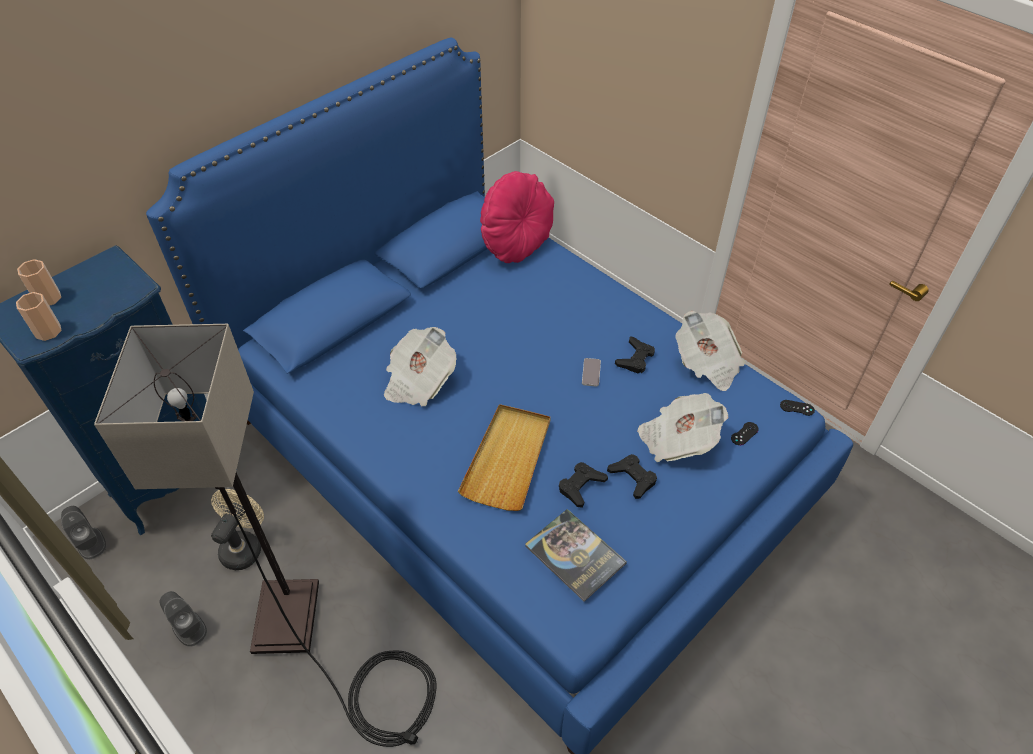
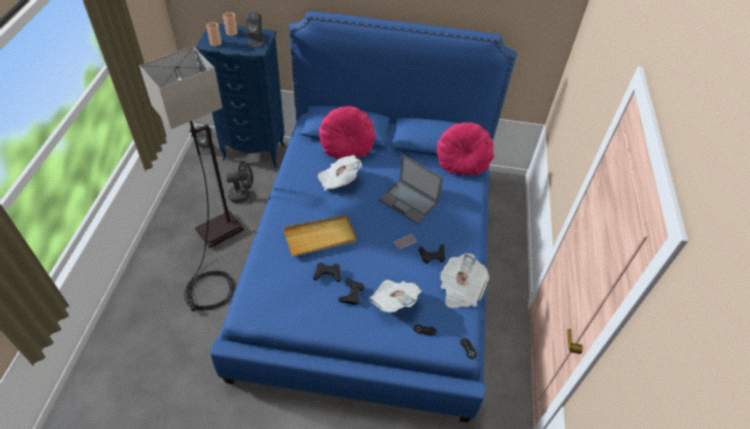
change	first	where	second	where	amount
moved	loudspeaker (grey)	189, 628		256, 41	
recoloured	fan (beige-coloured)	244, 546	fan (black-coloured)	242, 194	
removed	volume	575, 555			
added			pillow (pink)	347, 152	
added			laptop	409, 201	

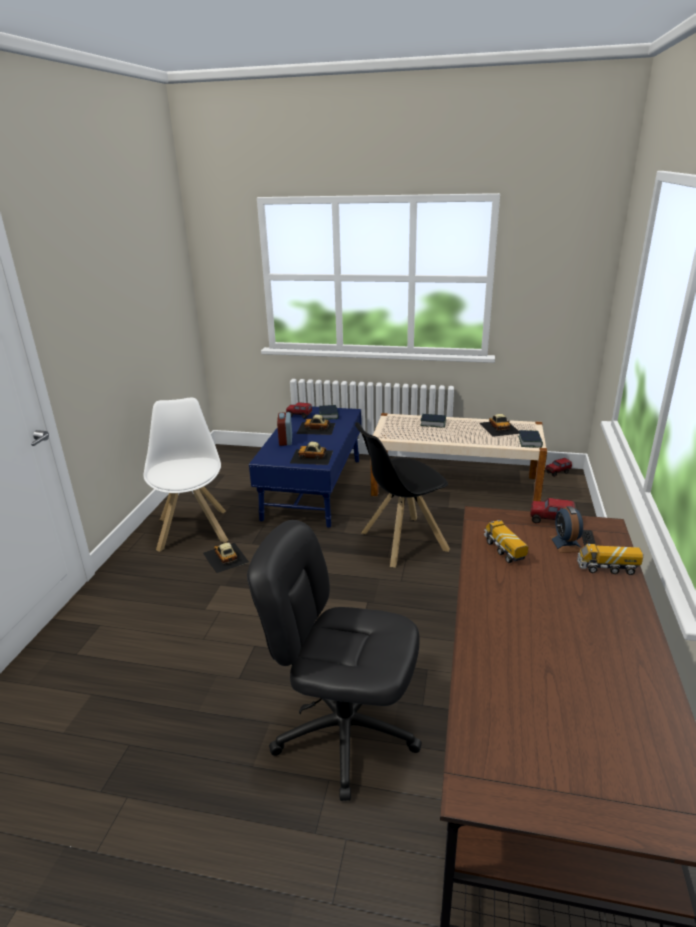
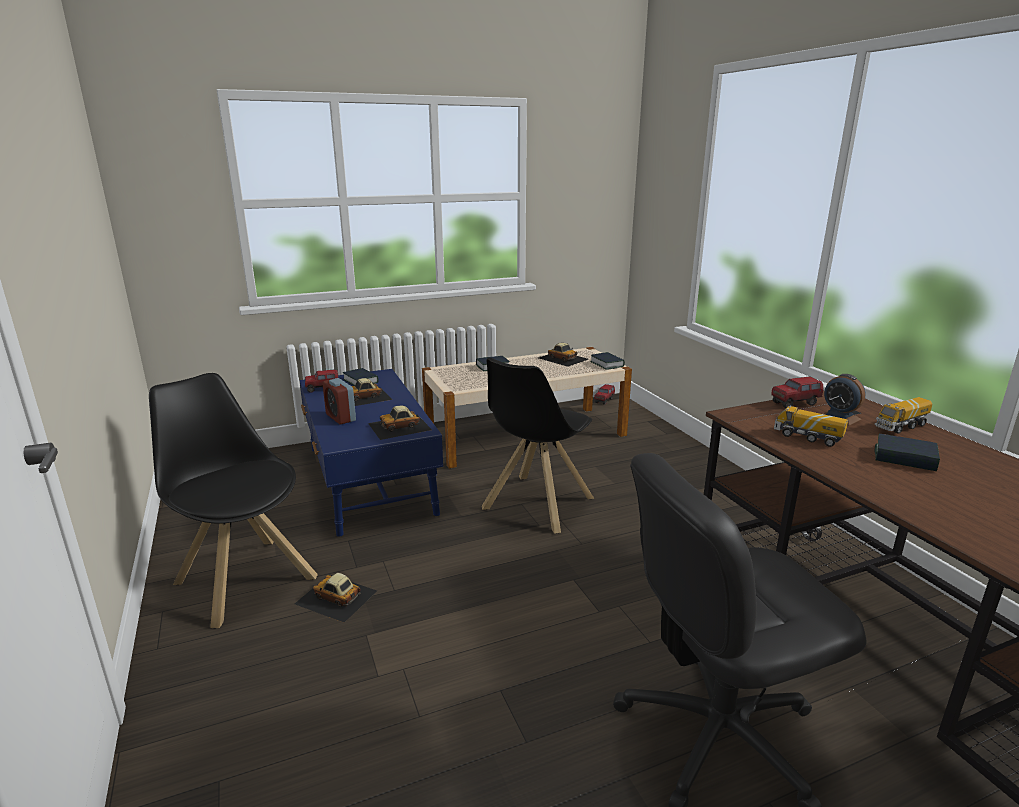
change	first	where	second	where	amount
recoloured	upright chair (white-coloured)	193, 528	upright chair (black-coloured)	244, 578	
added			volume	904, 458	

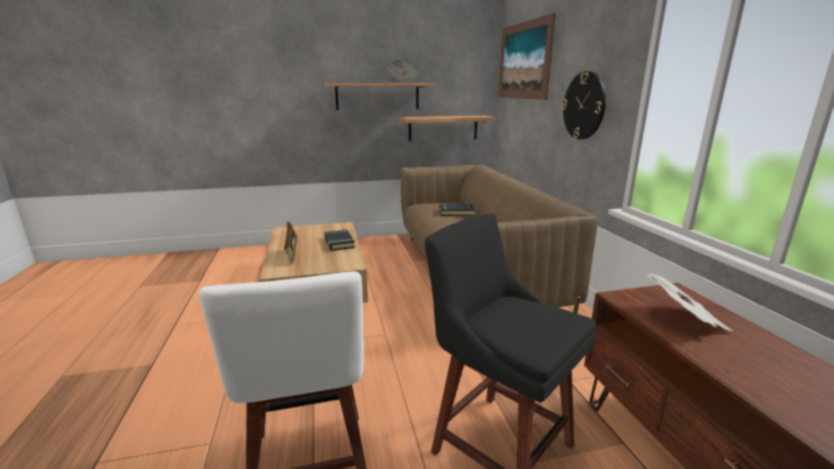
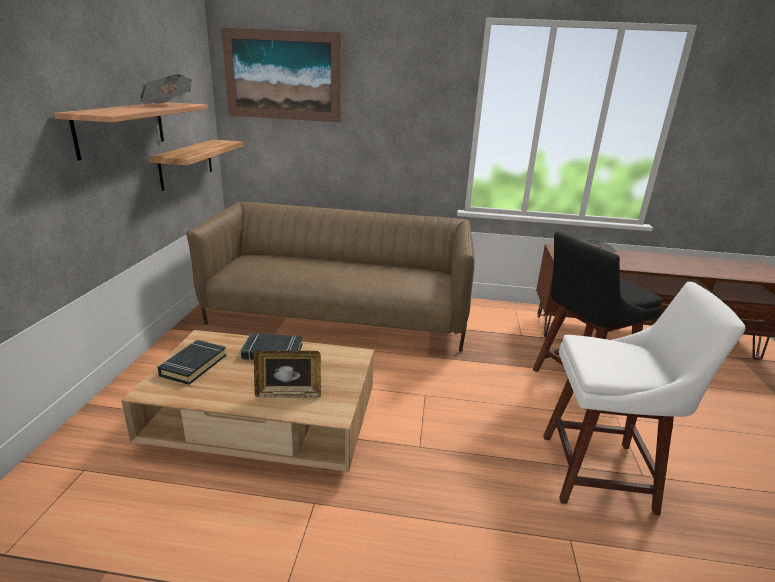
change	first	where	second	where	amount
moved	volume (black-coloured)	456, 212		193, 365	
removed	wall clock	584, 106			

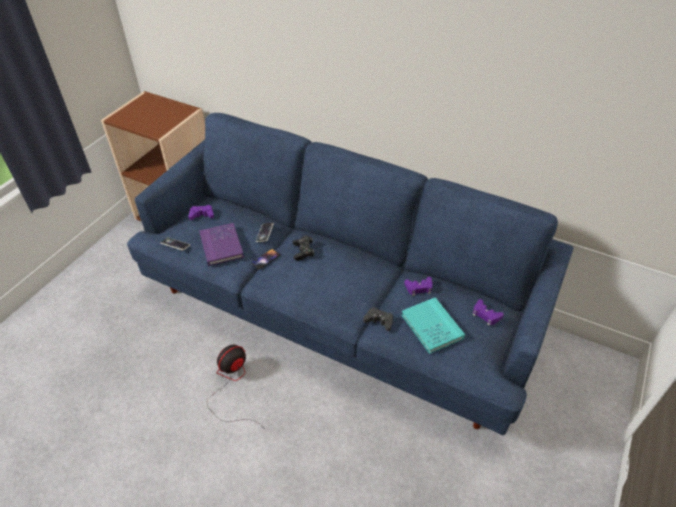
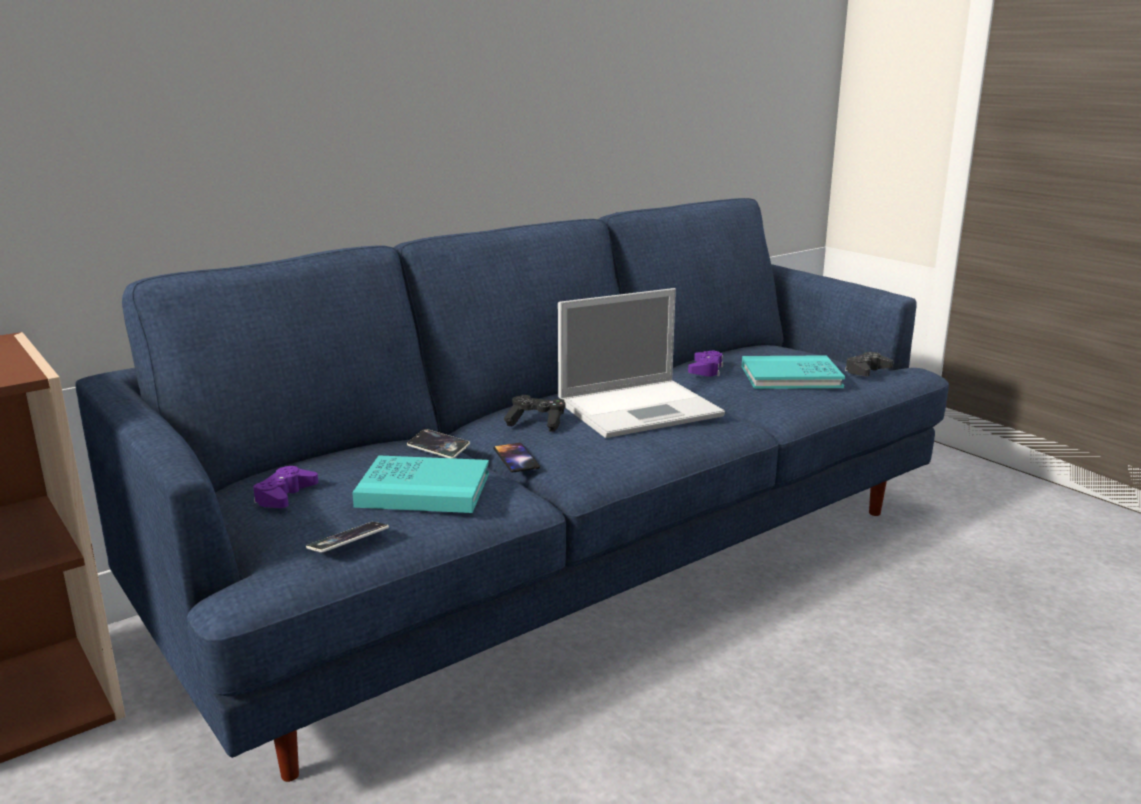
change	first	where	second	where	amount
recoloured	volume (purple-coloured)	221, 246	volume (blue-green)	423, 490	
removed	fan	232, 385			
moved	game controller (black-coloured)	379, 321		867, 371	
removed	game controller (purple-coloured)	485, 315			
added			laptop	642, 408	

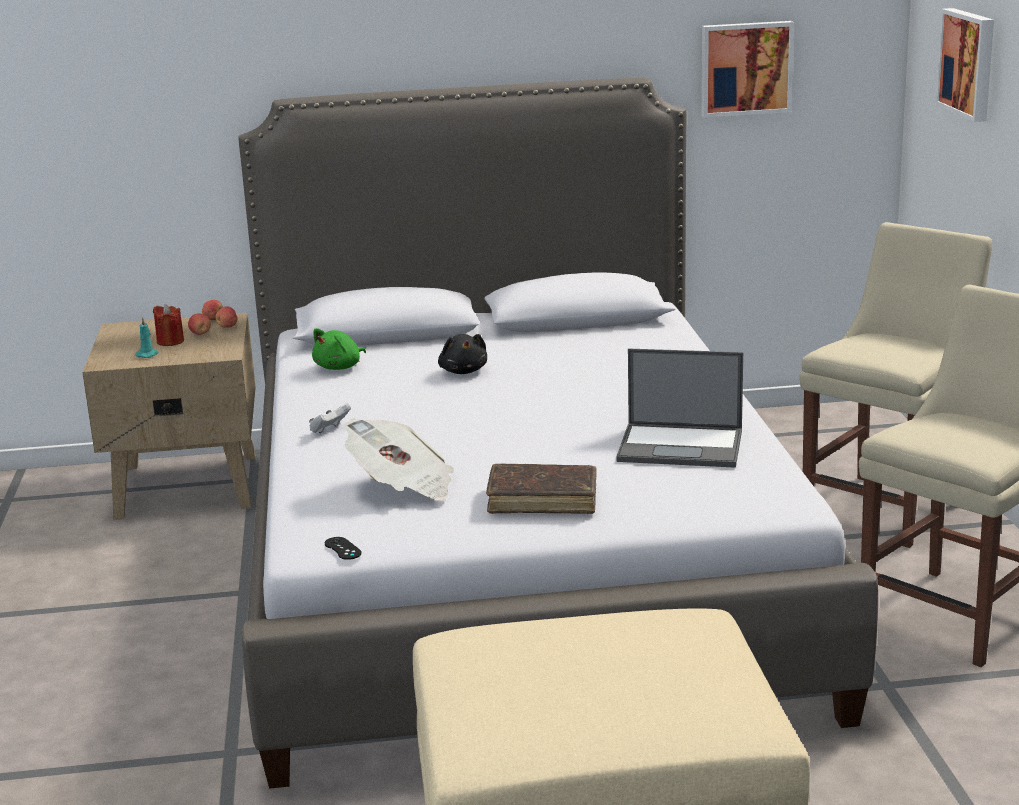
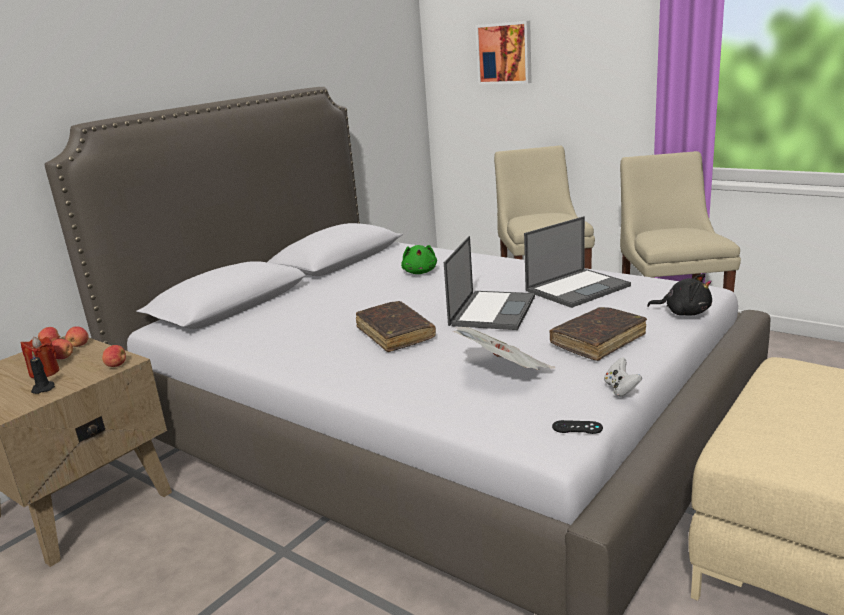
change	first	where	second	where	amount
recoloured	candle (blue-green)	148, 354	candle (black-coloured)	43, 388	
moved	game controller (white-coloured)	329, 430		621, 389	
moved	cuddly toy (green)	340, 367		420, 272	
moved	cuddly toy (black-coloured)	463, 371		684, 313	
removed	picture	745, 68			
added			whole apple	116, 365	
added			volume (brown-coloured)	395, 334	
added			laptop	492, 310	

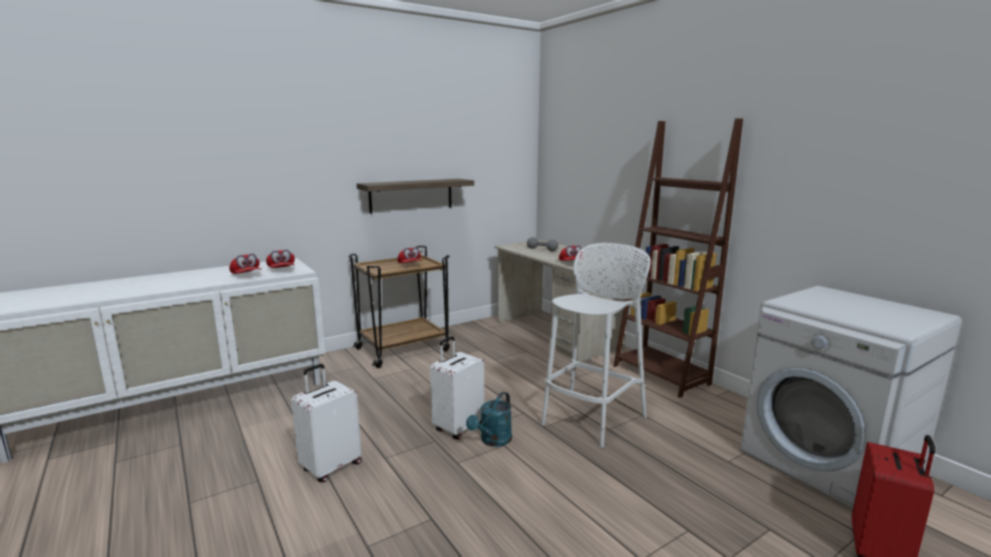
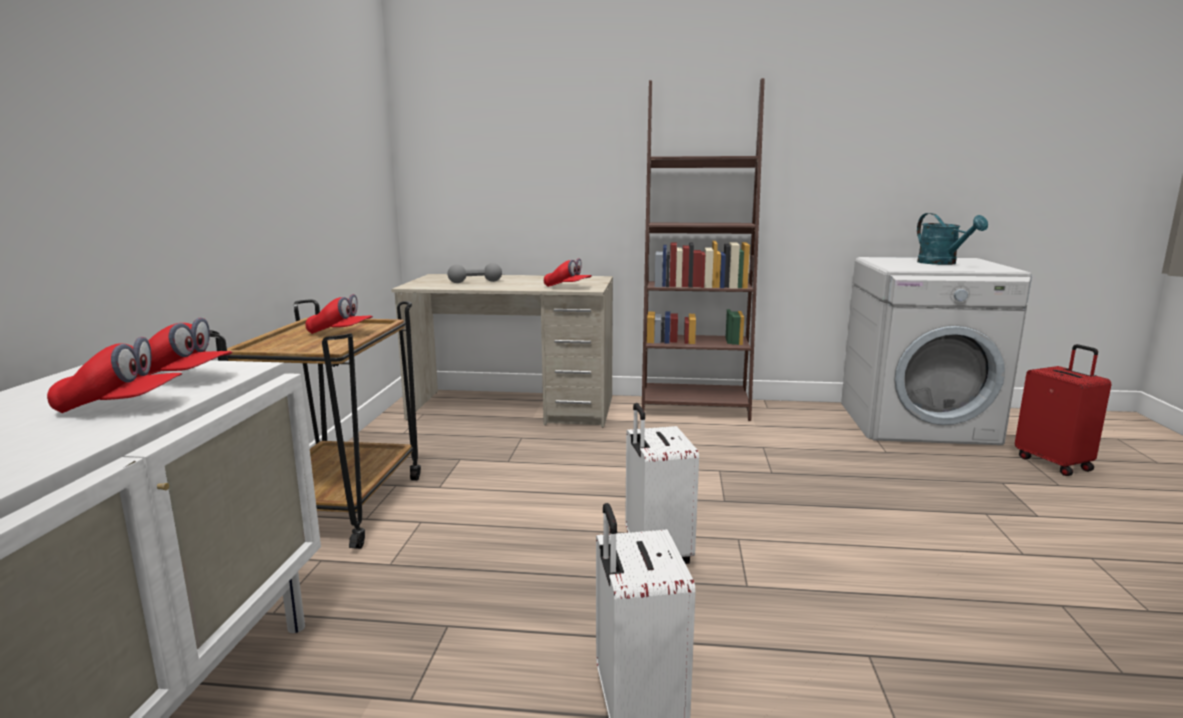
change	first	where	second	where	amount
removed	shelf	411, 195			
moved	watering pot (blue-green)	493, 441		942, 263	
removed	stool (white-coloured)	591, 418			

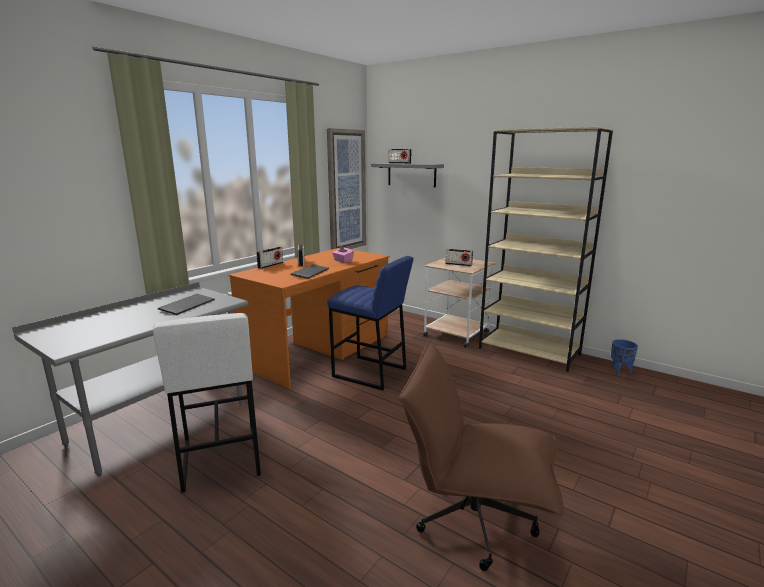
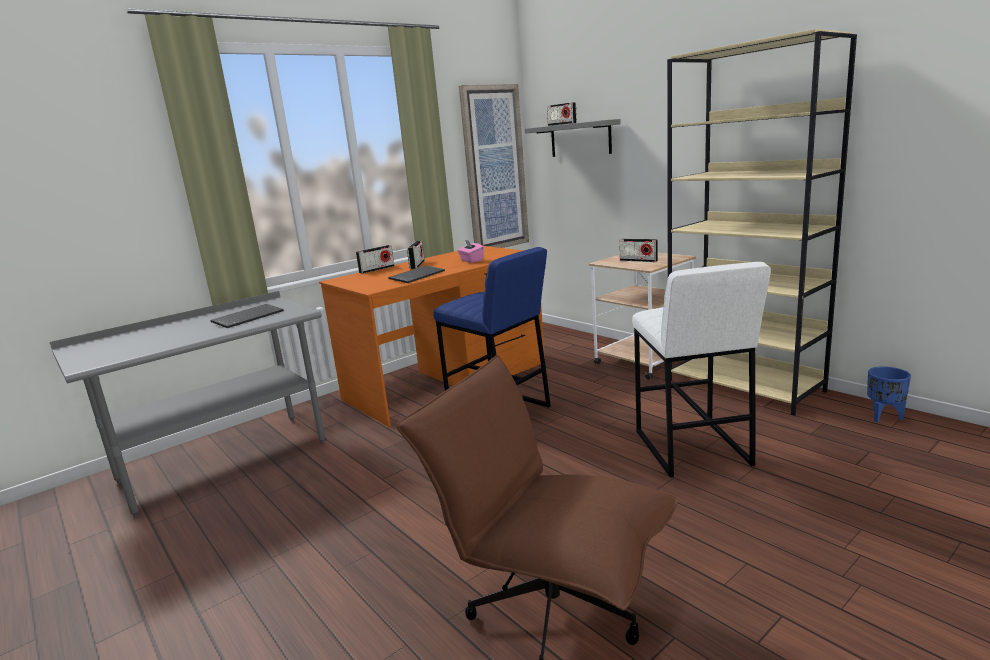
change	first	where	second	where	amount
moved	stool (white-coloured)	221, 459		693, 449	

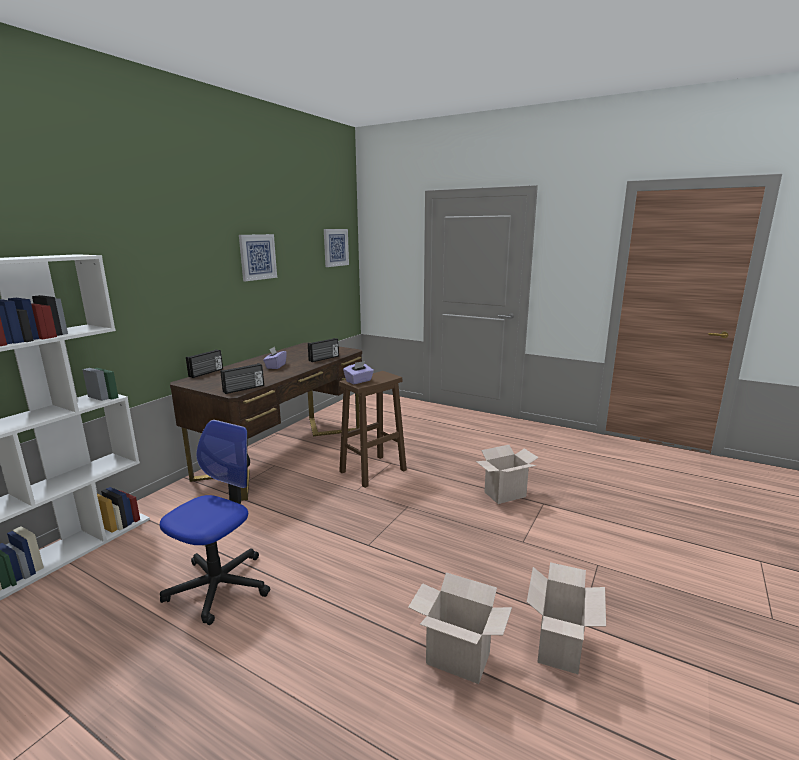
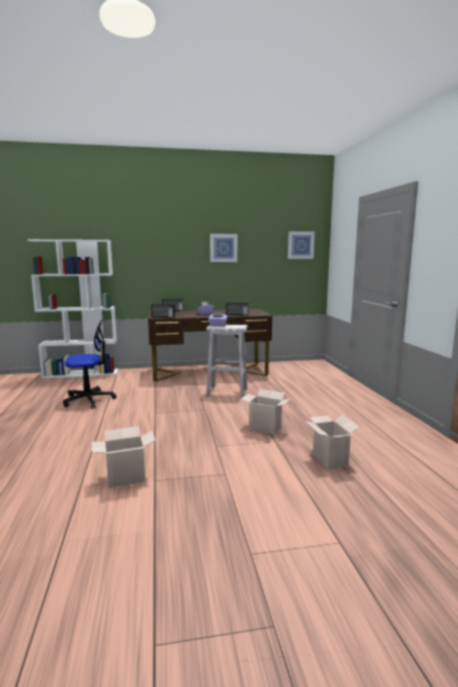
change	first	where	second	where	amount
recoloured	stool (brown-coloured)	372, 471	stool (white-coloured)	226, 392	
moved	carton	455, 659		328, 459	

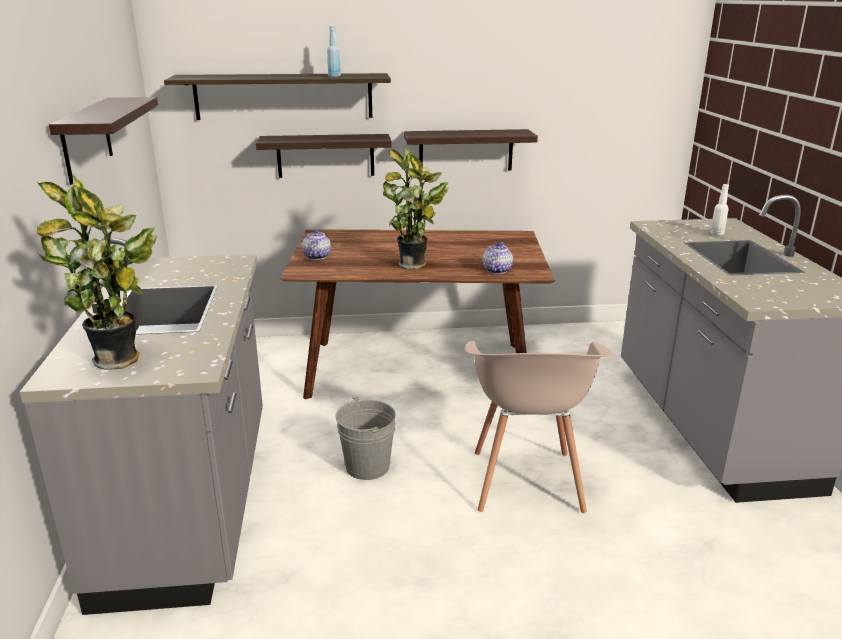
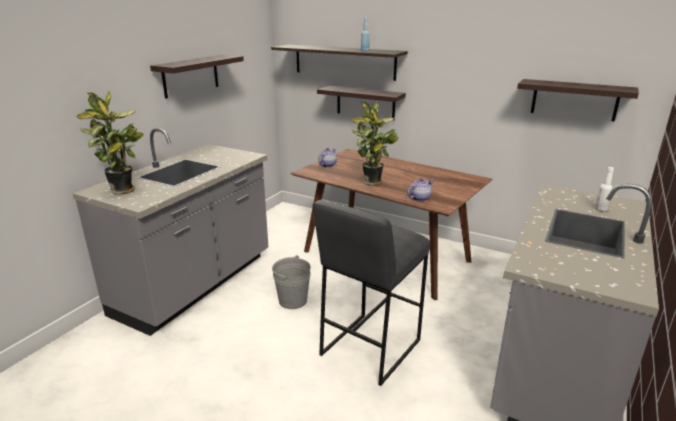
change	first	where	second	where	amount
moved	shelf	466, 150		574, 100	
replaced	upright chair (beige-coloured)	526, 482	stool (grey)	369, 348	

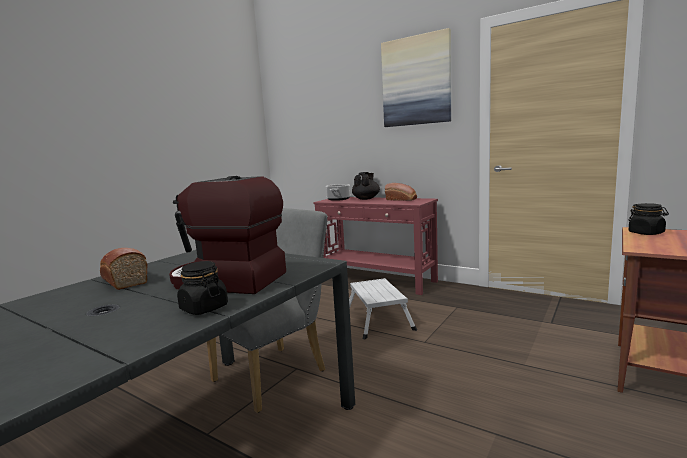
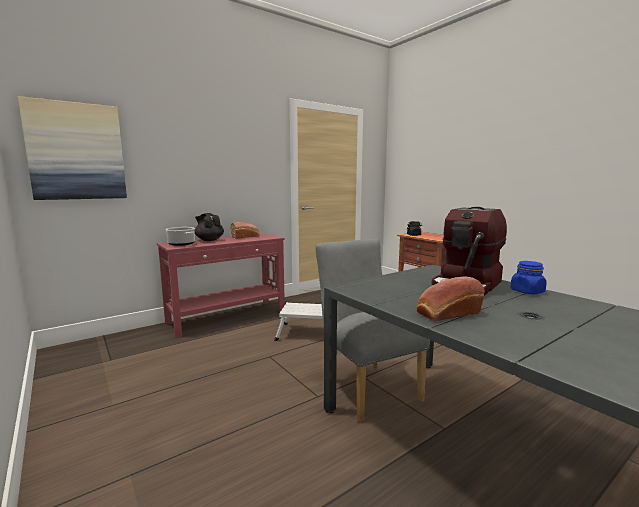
change	first	where	second	where	amount
recoloured	jar (black-coloured)	204, 308	jar (bluish)	527, 291	
moved	picture	416, 81		76, 151	

